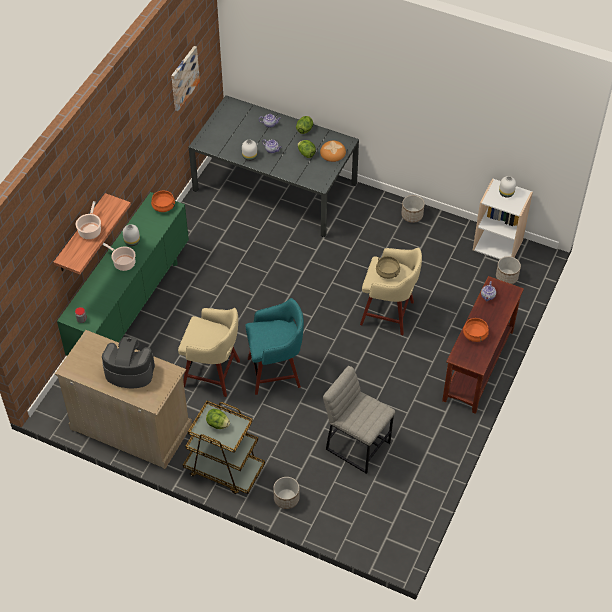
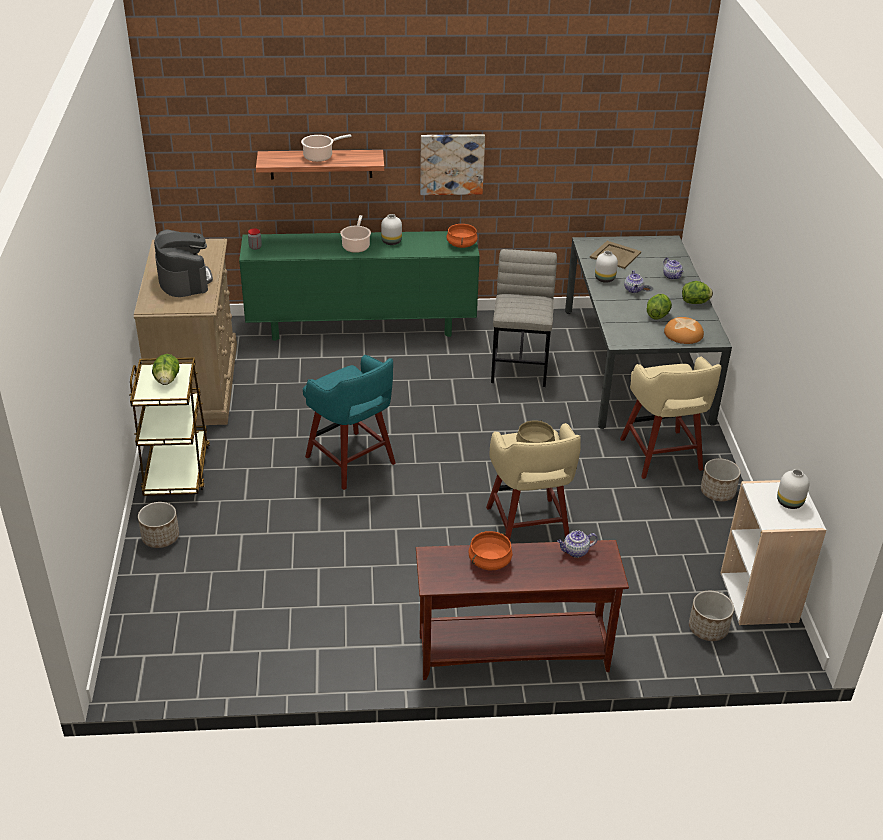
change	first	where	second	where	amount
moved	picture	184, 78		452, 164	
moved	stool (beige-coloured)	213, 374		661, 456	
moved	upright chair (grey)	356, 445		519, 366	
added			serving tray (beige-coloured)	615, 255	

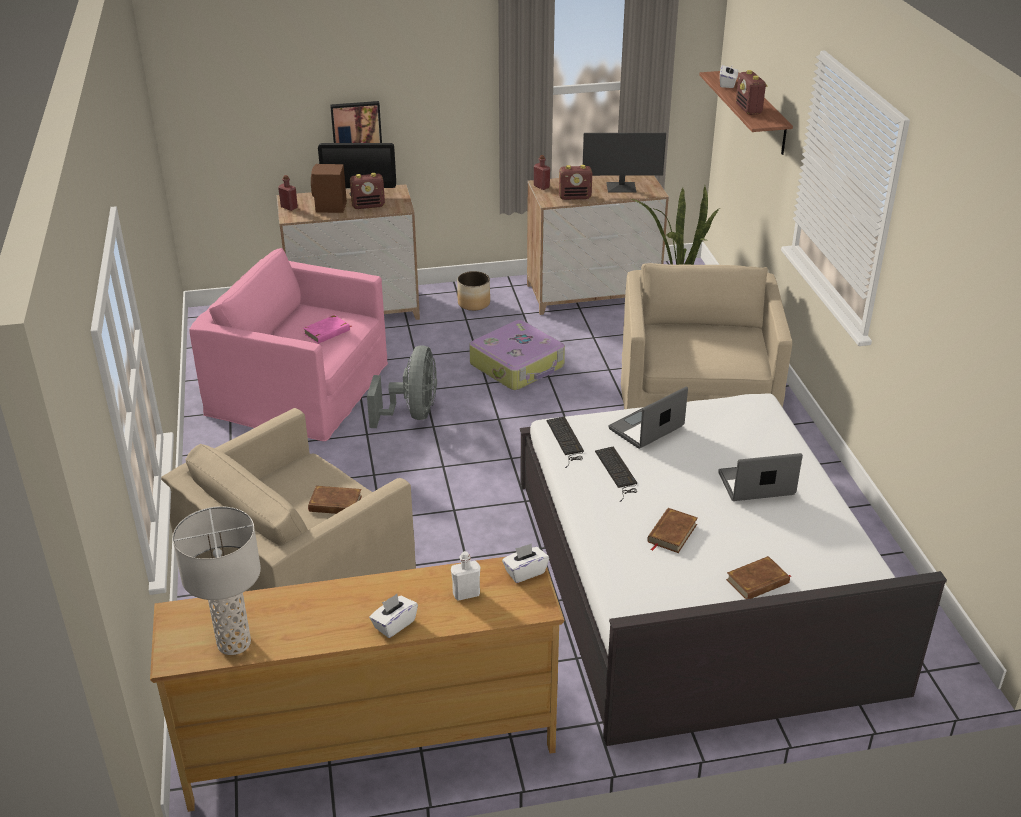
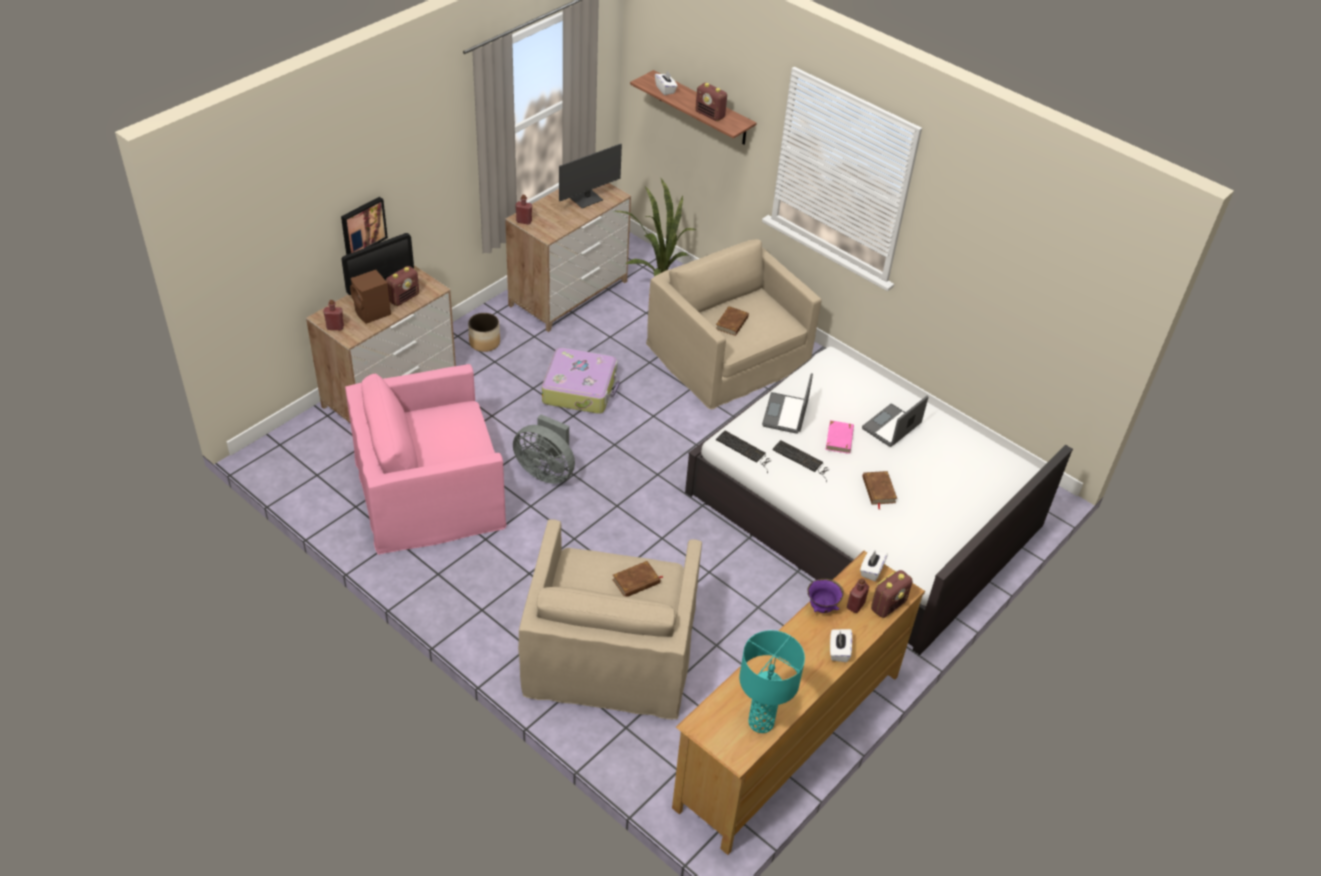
change	first	where	second	where	amount
recoloured	tabletop lamp (white-coloured)	234, 642	tabletop lamp (blue-green)	761, 721	
moved	volume (pink)	327, 332		839, 439	
turned	fan (grey)	412, 414		546, 471	150 degrees clockwise
recoloured	beverage bottle (white-coloured)	466, 594	beverage bottle (red)	855, 605	
moved	radio	575, 197		888, 605	
moved	volume (brown-coloured)	758, 582		732, 323	
added			serving bowl (purple-coloured)	822, 607	

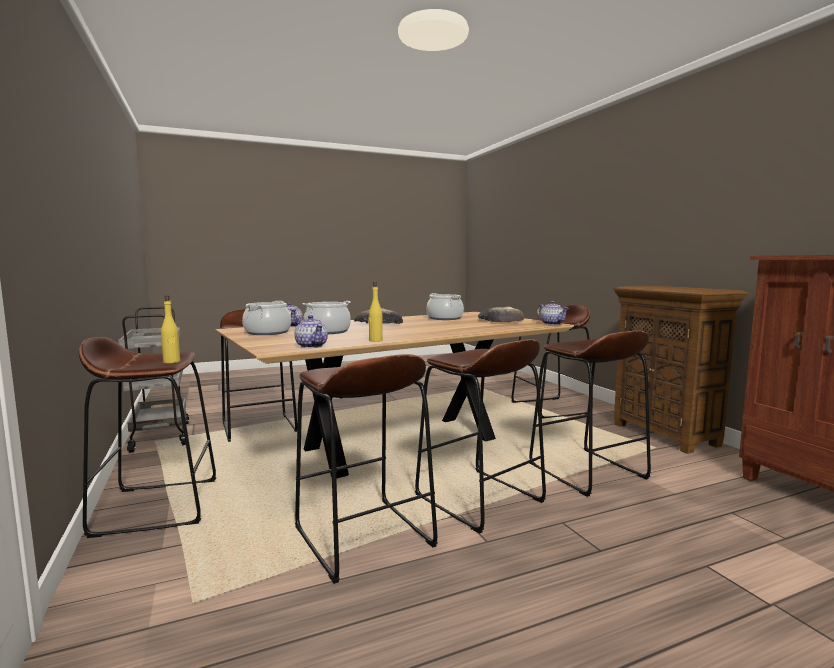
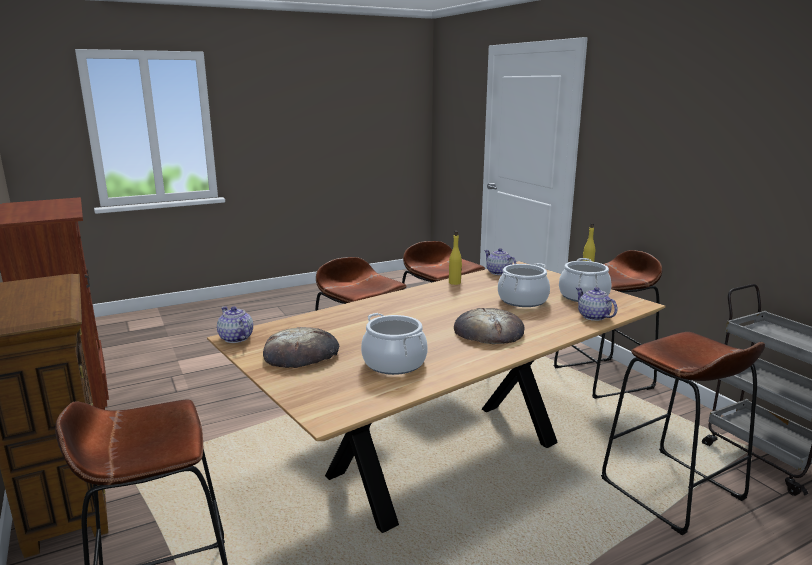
change	first	where	second	where	amount
removed	stool (brown-coloured)	587, 472			

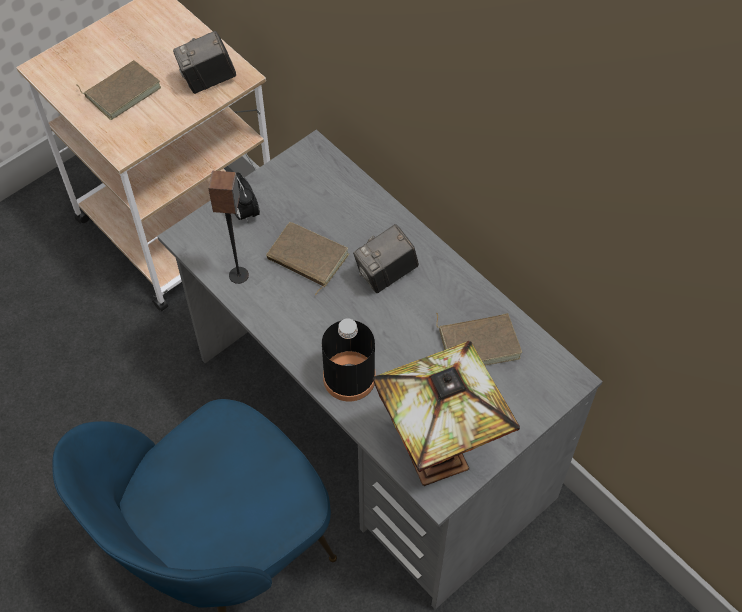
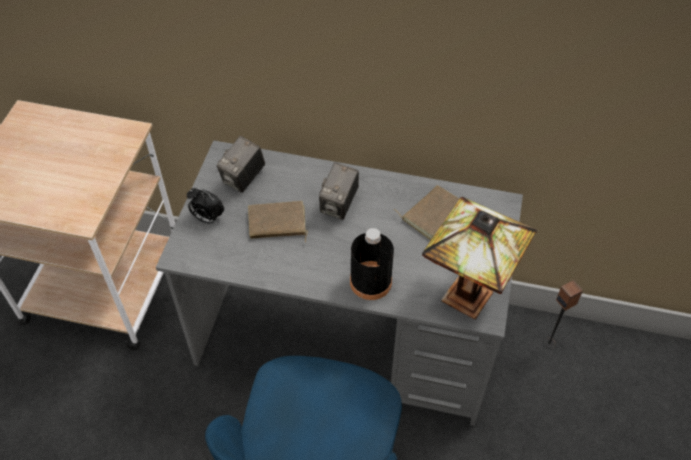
change	first	where	second	where	amount
removed	volume (brown-coloured)	122, 91			
moved	photo camera	208, 80		243, 178	
moved	loudspeaker	239, 275		549, 343	

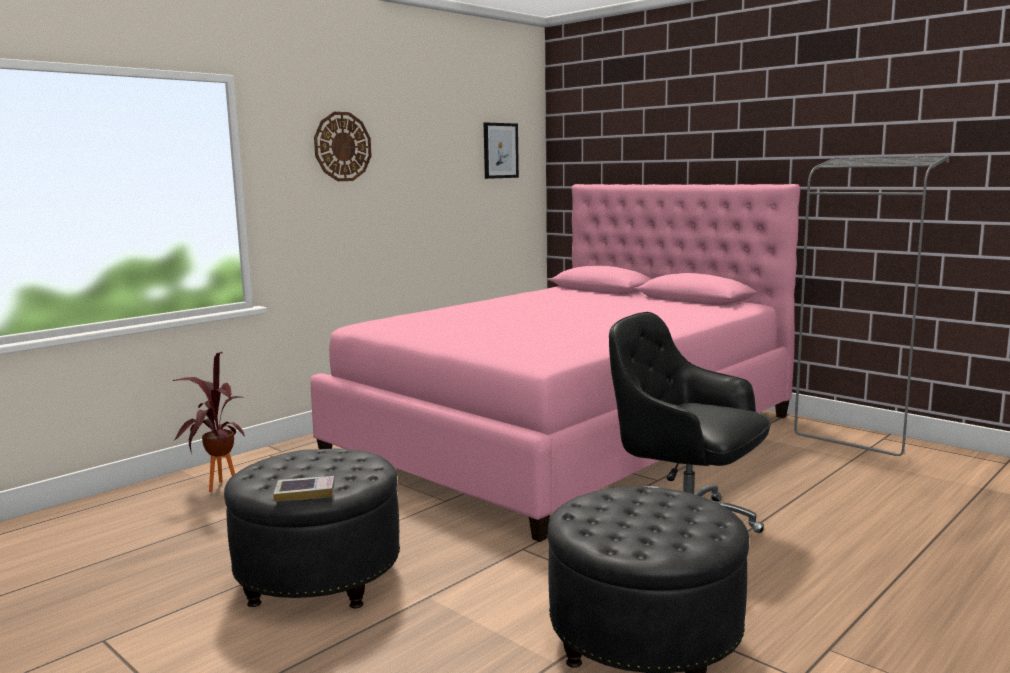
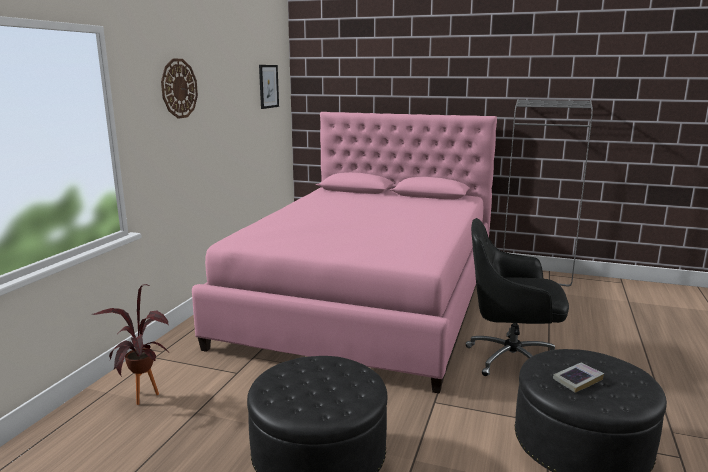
change	first	where	second	where	amount
moved	volume	305, 493		577, 380	

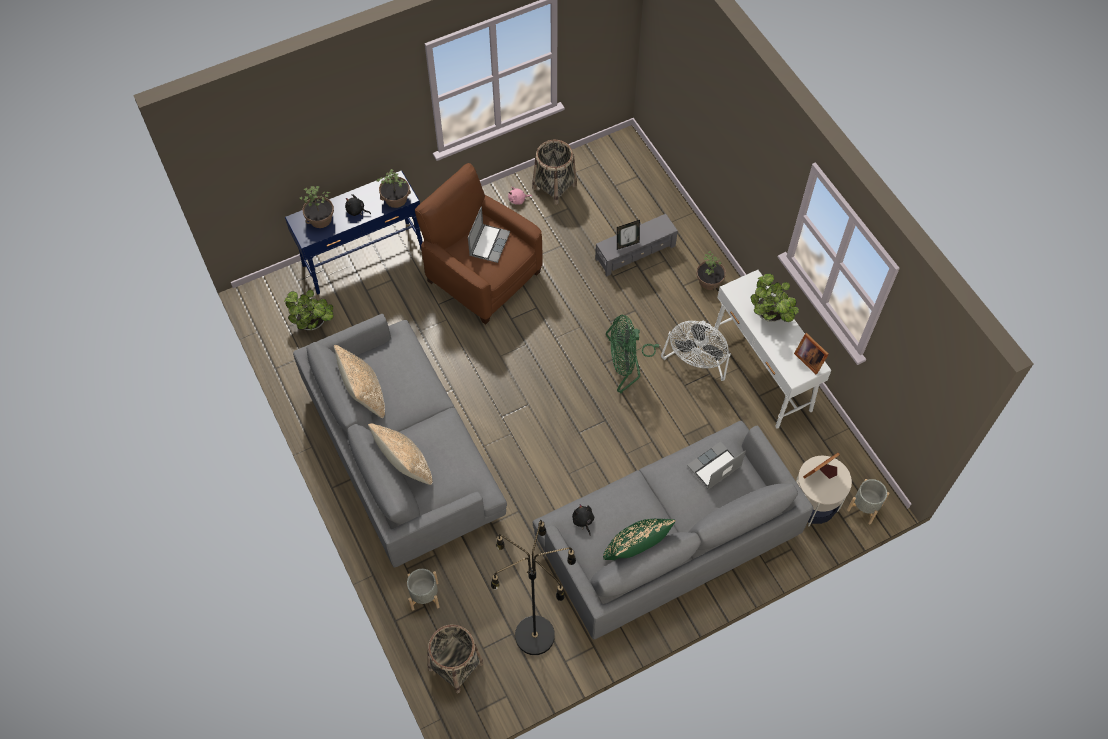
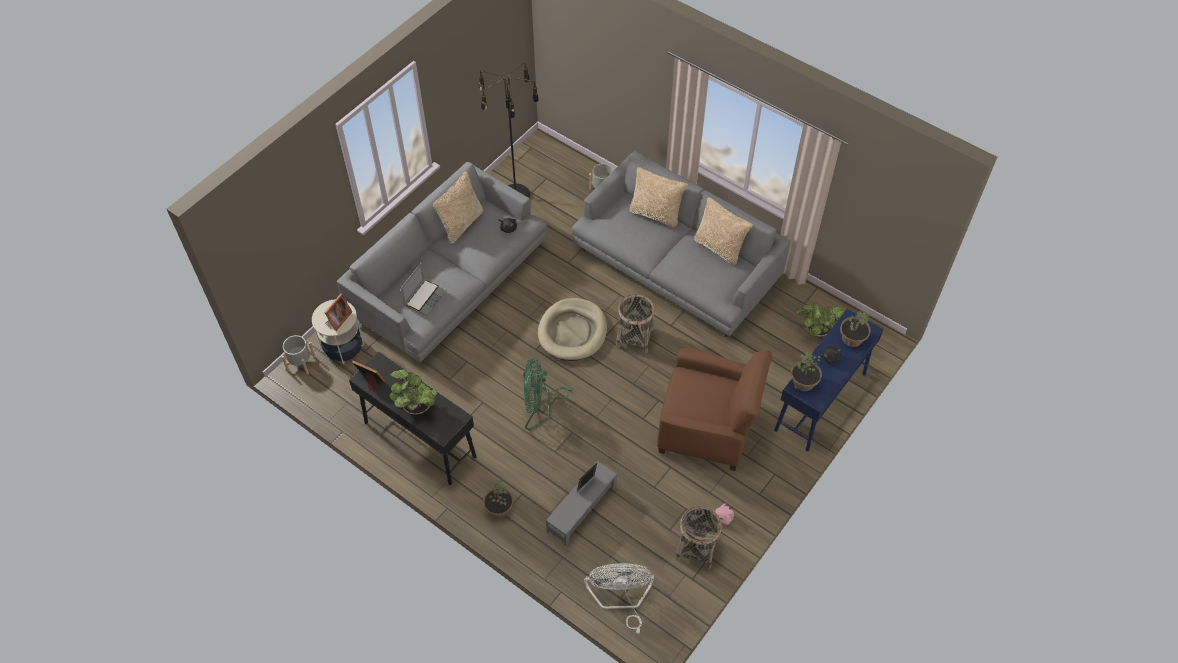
change	first	where	second	where	amount
moved	household basket	455, 666		634, 337	
removed	laptop	489, 243			
recoloured	pillow (green)	635, 551	pillow (beige-coloured)	462, 224	
turned	fan (green)	627, 362		540, 402	150 degrees counterclockwise
moved	fan (white-coloured)	695, 358		621, 599	
recoloured	console table (white-coloured)	760, 372	console table (black-coloured)	420, 439	
added			pet bed (beige-coloured)	572, 331	

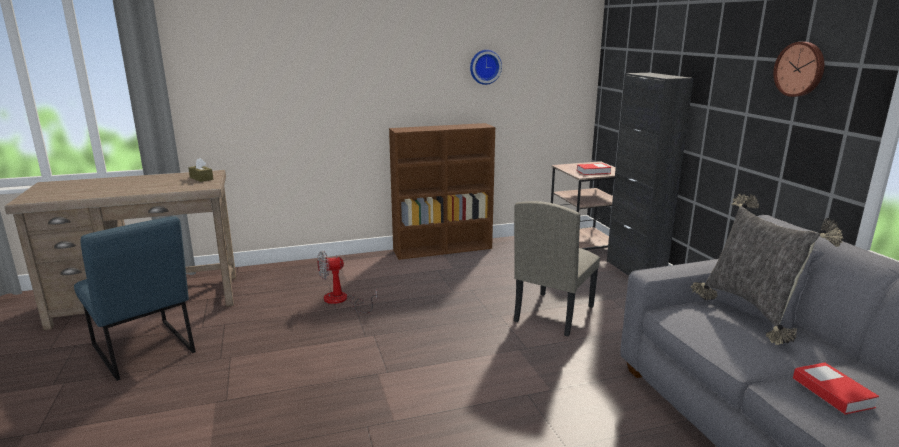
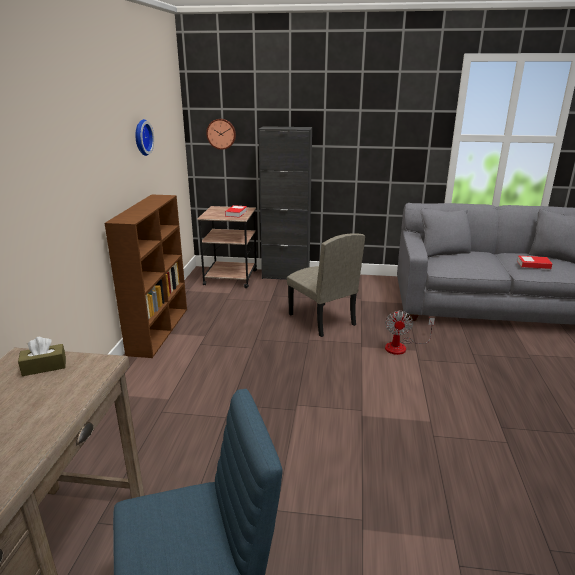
change	first	where	second	where	amount
moved	fan	342, 300		401, 346	
removed	pillow	751, 318			
moved	wall clock	800, 69		221, 134	

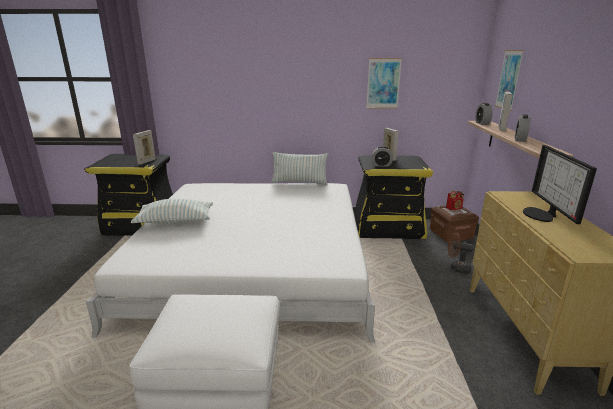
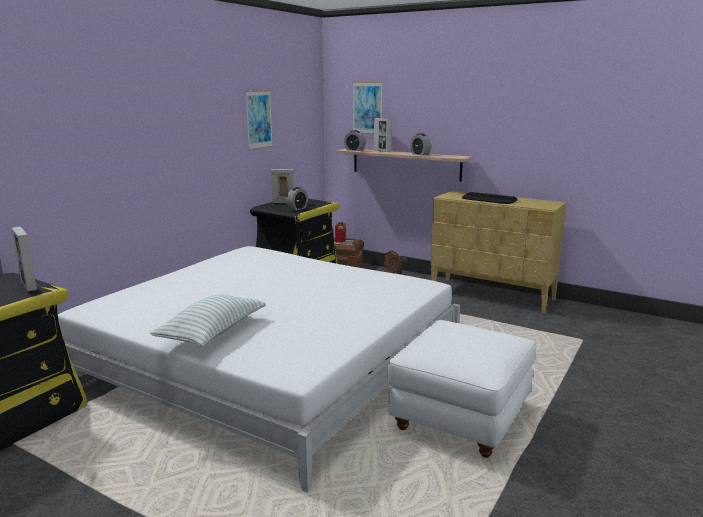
change	first	where	second	where	amount
removed	pillow	299, 183			
replaced	monitor	542, 215	PC keyboard	489, 199	

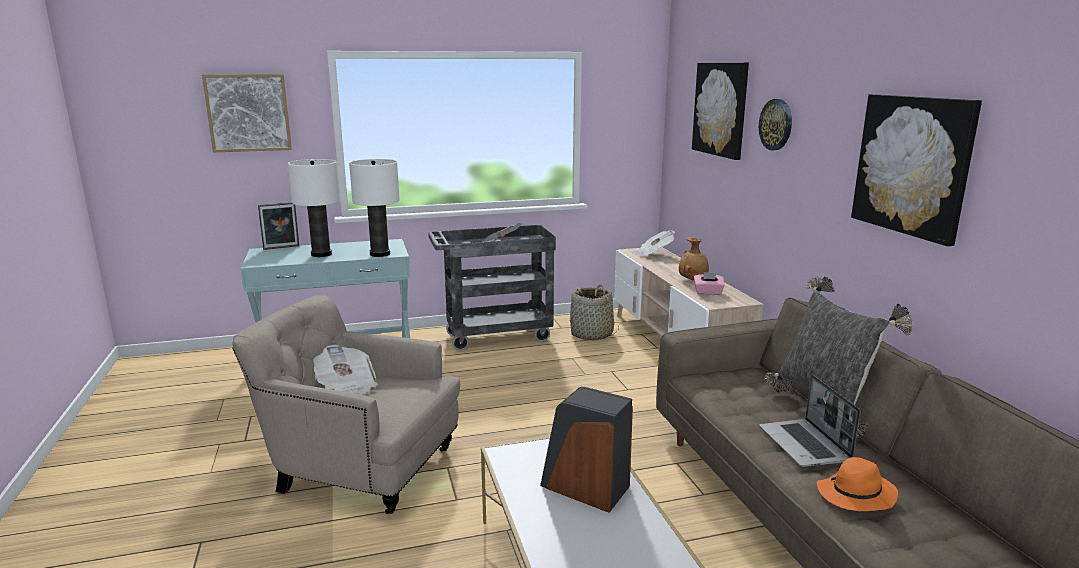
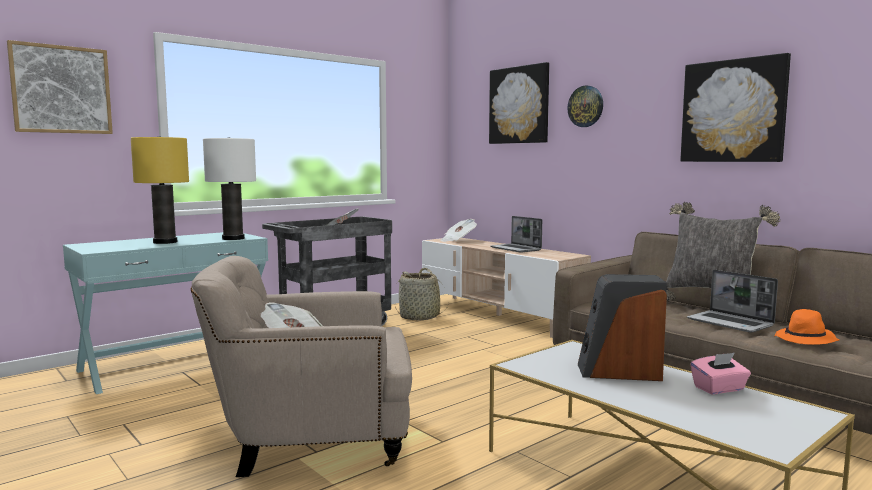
change	first	where	second	where	amount
removed	picture frame	281, 248			
recoloured	tabletop lamp (white-coloured)	321, 254	tabletop lamp (yellowish)	165, 242	
replaced	decorative vase (brown-coloured)	693, 280	laptop	516, 249	
moved	tissue holder (pink)	708, 293		719, 389	

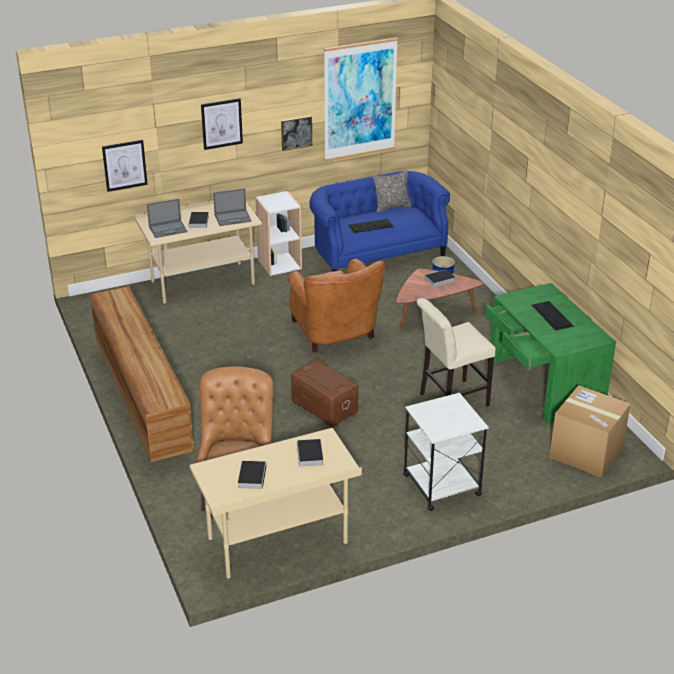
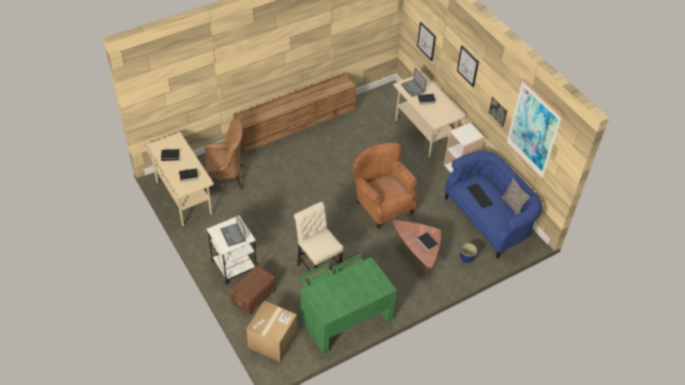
change	first	where	second	where	amount
moved	laptop	233, 218		233, 235	
turned	armchair (brown-coloured)	335, 333		382, 204	90 degrees clockwise
moved	storage bin (brown-coloured)	324, 407		253, 296	
removed	PC keyboard	552, 315			

